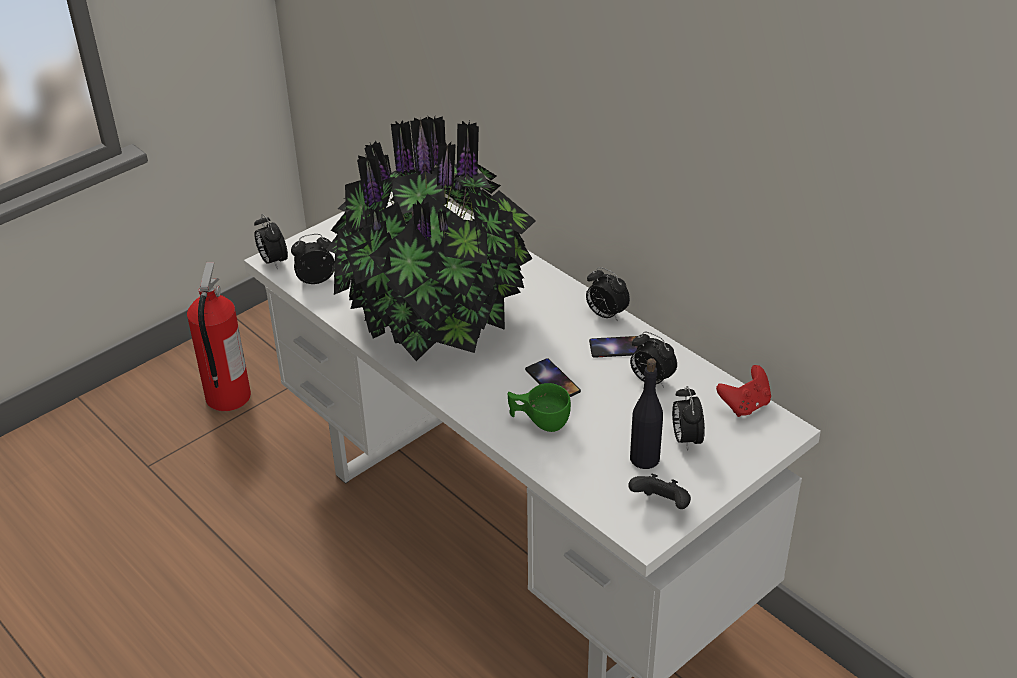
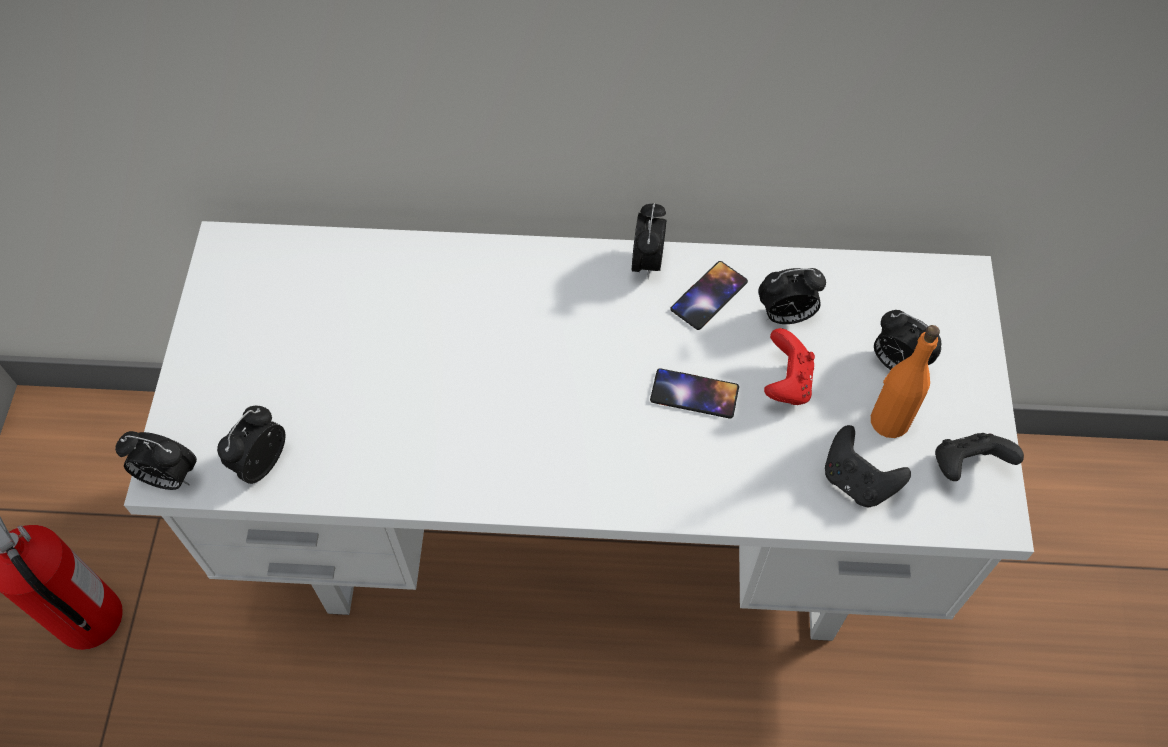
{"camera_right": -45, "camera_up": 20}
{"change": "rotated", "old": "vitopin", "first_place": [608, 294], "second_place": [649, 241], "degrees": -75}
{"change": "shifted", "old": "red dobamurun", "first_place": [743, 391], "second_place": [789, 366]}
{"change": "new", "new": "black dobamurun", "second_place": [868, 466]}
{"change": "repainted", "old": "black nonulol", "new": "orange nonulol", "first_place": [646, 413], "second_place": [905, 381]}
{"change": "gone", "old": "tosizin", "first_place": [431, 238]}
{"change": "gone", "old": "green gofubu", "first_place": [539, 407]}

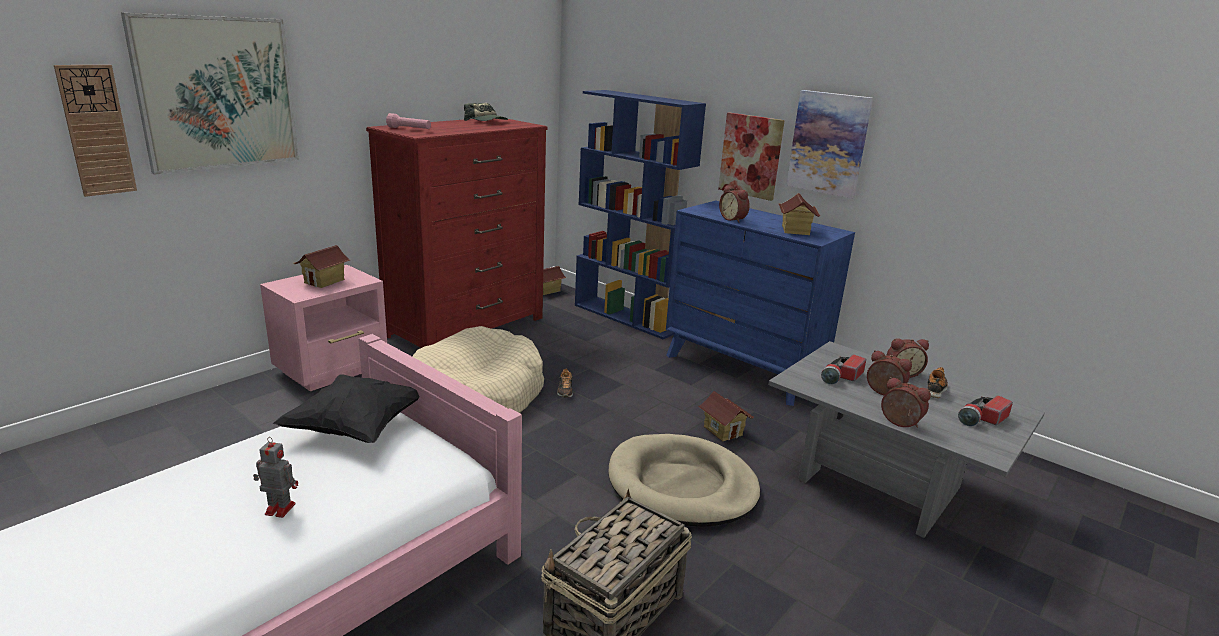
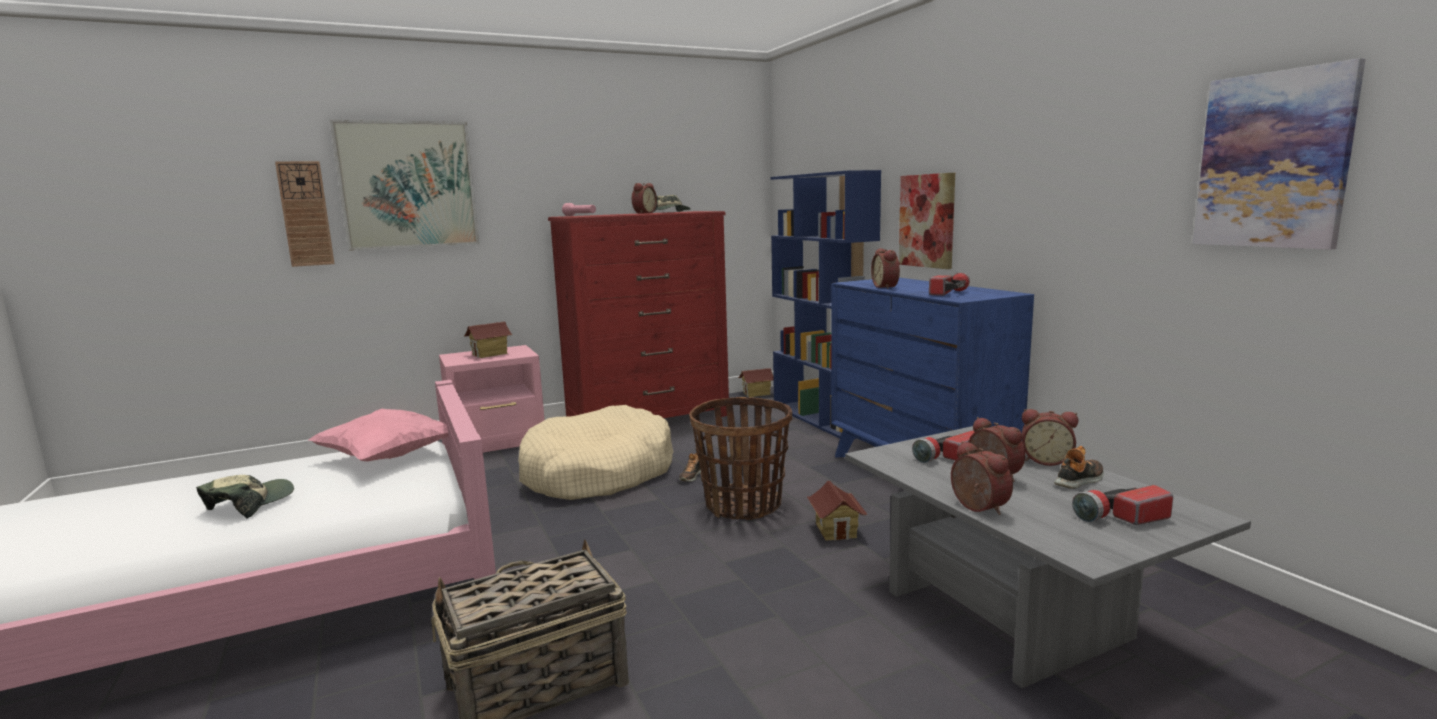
{"camera_right": 25, "camera_up": -10}
{"change": "swapped", "old": "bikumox", "new": "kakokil", "first_place": [275, 477], "second_place": [245, 497]}
{"change": "repainted", "old": "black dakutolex", "new": "pink dakutolex", "first_place": [346, 408], "second_place": [378, 435]}
{"change": "new", "new": "vitopin", "second_place": [644, 198]}
{"change": "new", "new": "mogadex", "second_place": [740, 458]}
{"change": "swapped", "old": "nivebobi", "new": "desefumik", "first_place": [799, 214], "second_place": [949, 284]}
{"change": "shifted", "old": "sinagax", "first_place": [829, 144], "second_place": [1279, 154]}
{"change": "gone", "old": "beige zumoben", "first_place": [684, 480]}

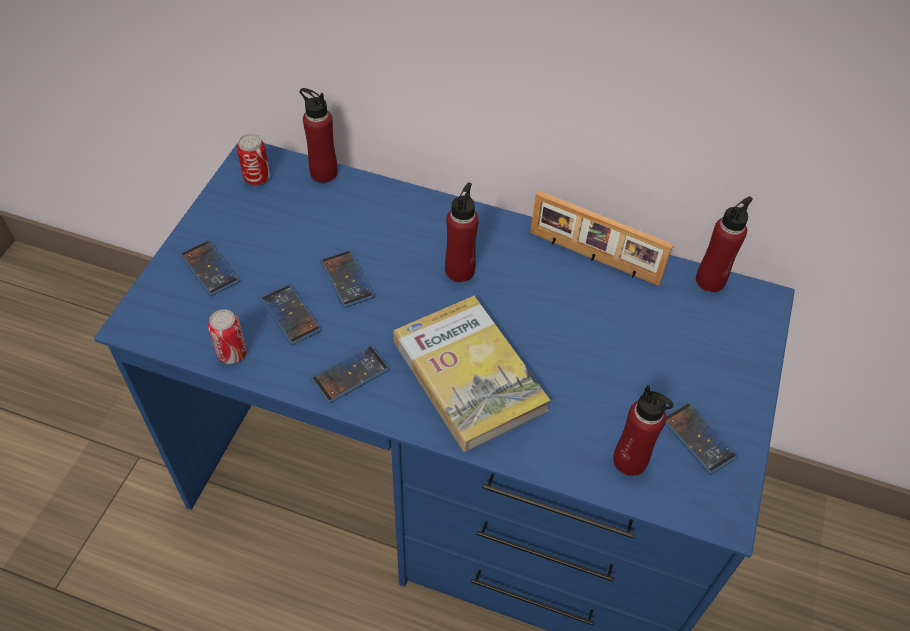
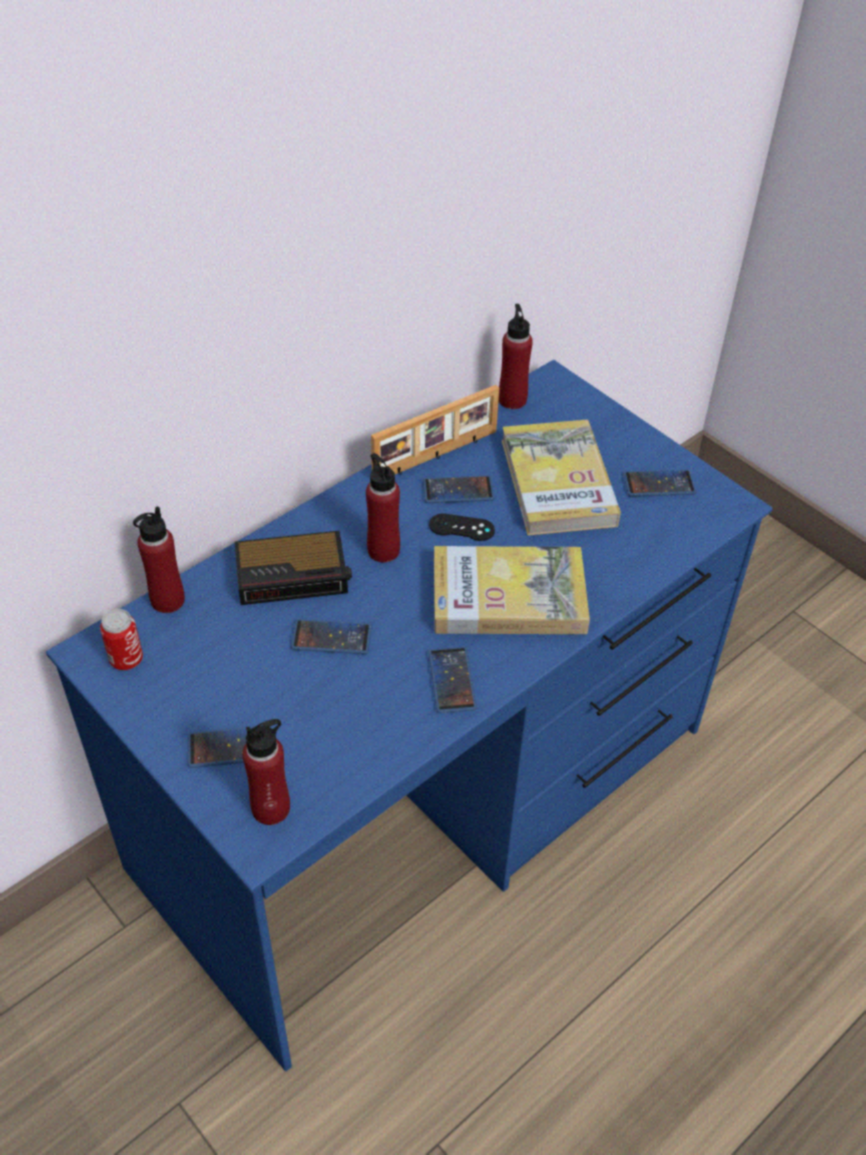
{"camera_right": -60, "camera_up": -5}
{"change": "new", "new": "vitopin", "second_place": [293, 567]}
{"change": "shifted", "old": "red nonulol", "first_place": [643, 430], "second_place": [266, 772]}
{"change": "shifted", "old": "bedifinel", "first_place": [291, 314], "second_place": [459, 489]}
{"change": "new", "new": "black dobamurun", "second_place": [462, 527]}
{"change": "new", "new": "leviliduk", "second_place": [561, 478]}
{"change": "gone", "old": "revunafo", "first_place": [227, 336]}

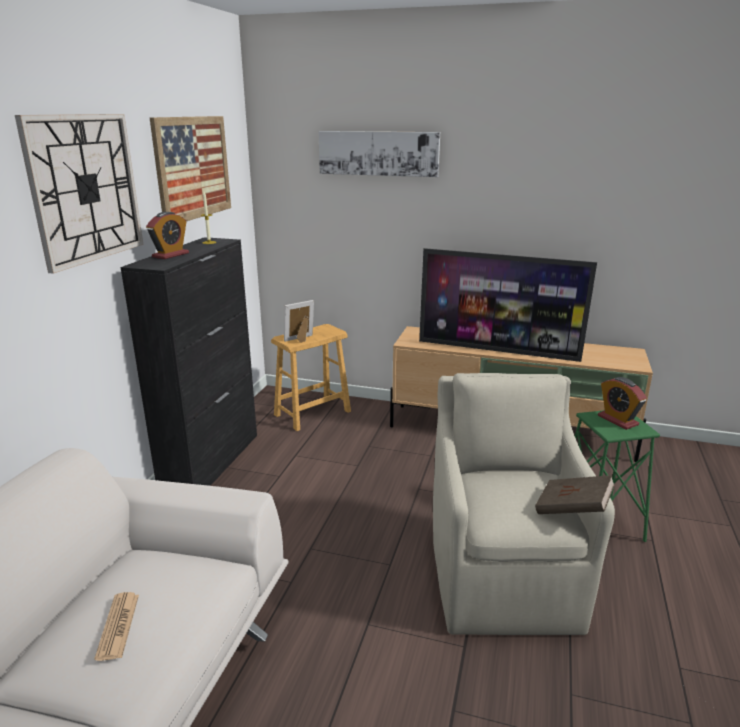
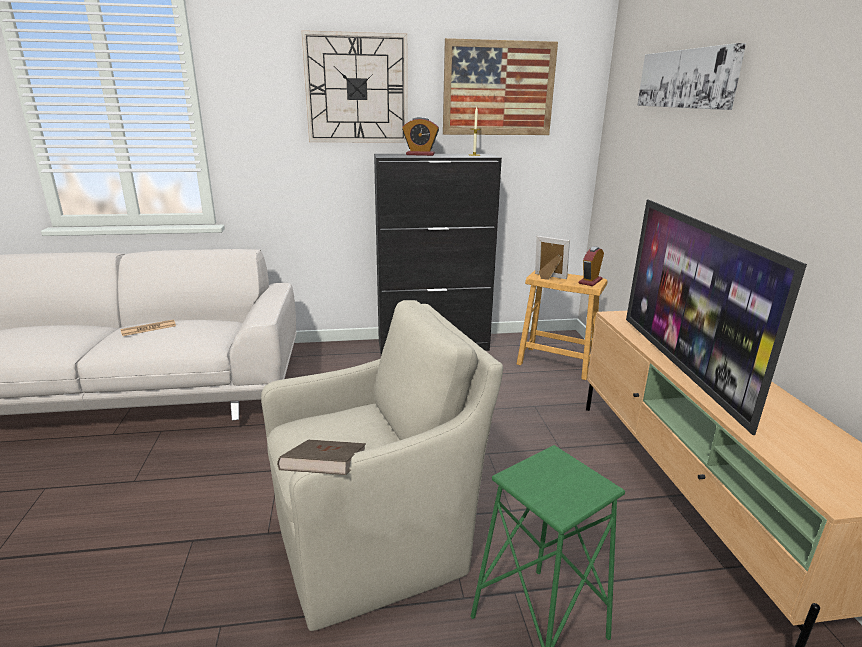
{"camera_right": 65, "camera_up": 0}
{"change": "shifted", "old": "vitopin", "first_place": [622, 403], "second_place": [591, 266]}

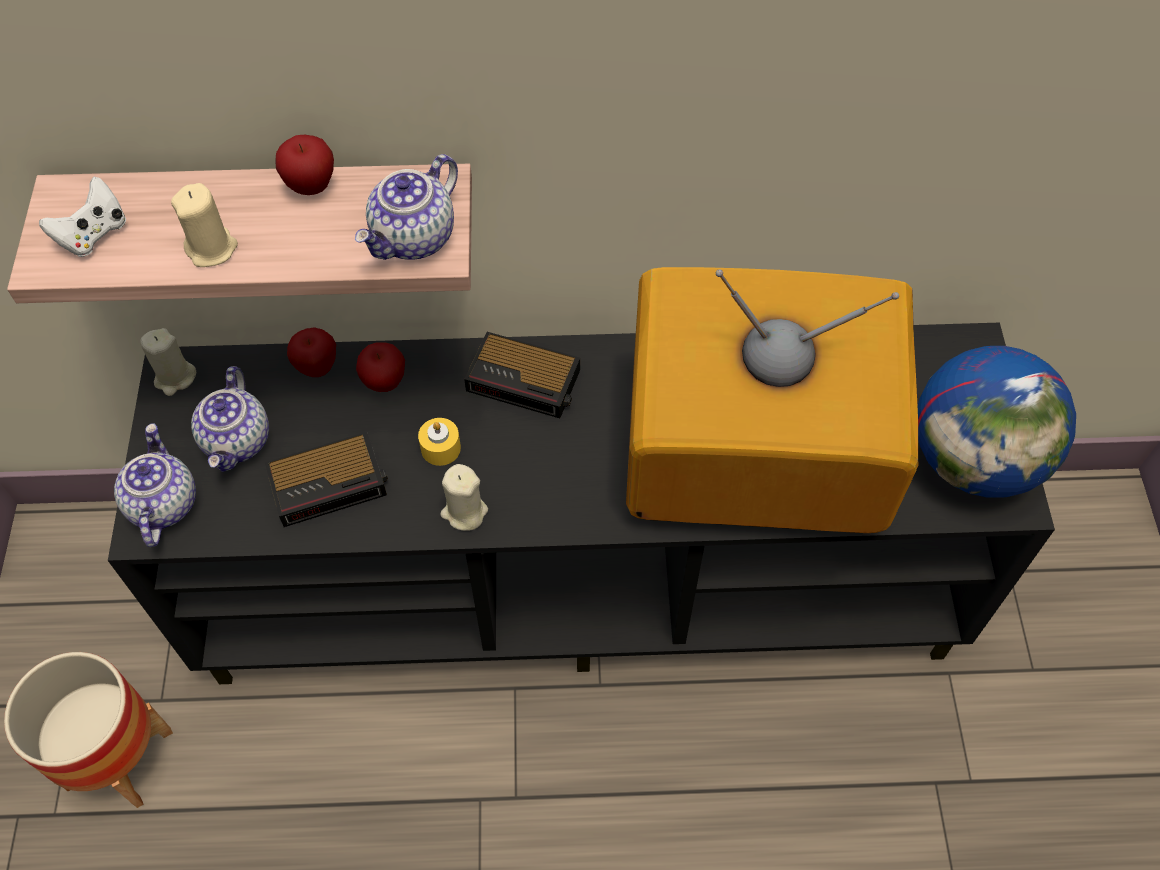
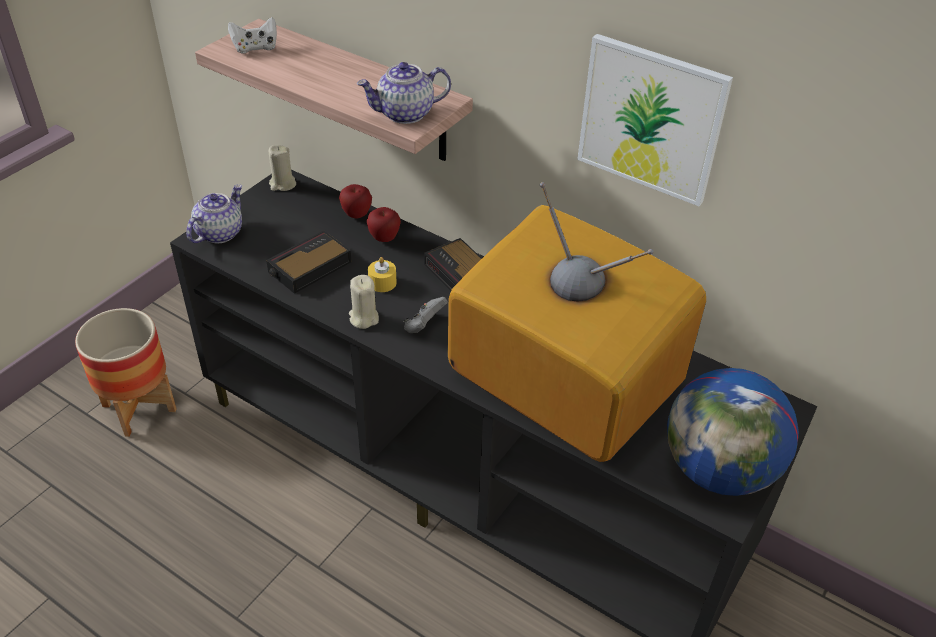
{"camera_right": 35, "camera_up": -15}
{"change": "rotated", "old": "vitopin", "first_place": [326, 479], "second_place": [309, 262], "degrees": 120}
{"change": "new", "new": "grey dobamurun", "second_place": [426, 315]}
{"change": "new", "new": "sinagax", "second_place": [655, 120]}
{"change": "gone", "old": "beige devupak", "first_place": [204, 225]}
{"change": "gone", "old": "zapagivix", "first_place": [230, 419]}
{"change": "gone", "old": "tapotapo", "first_place": [304, 165]}

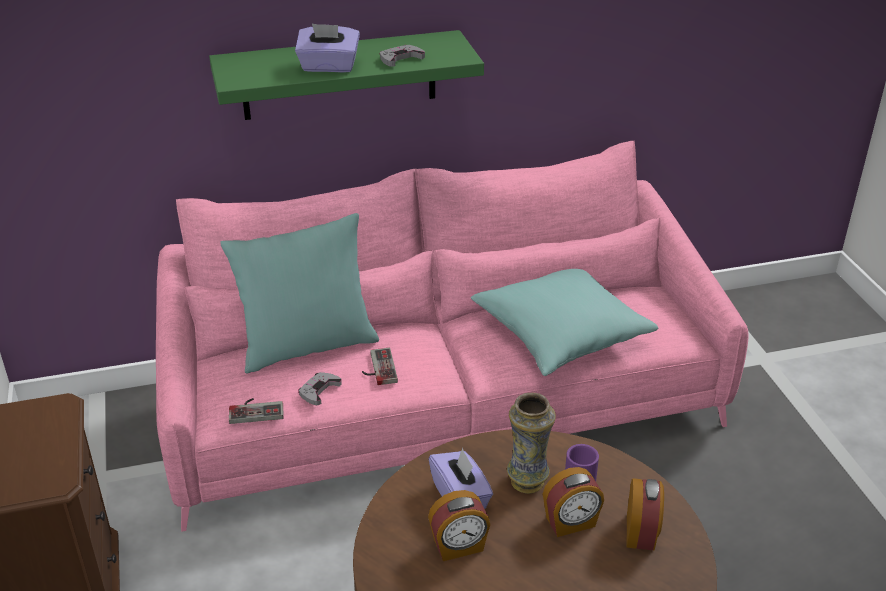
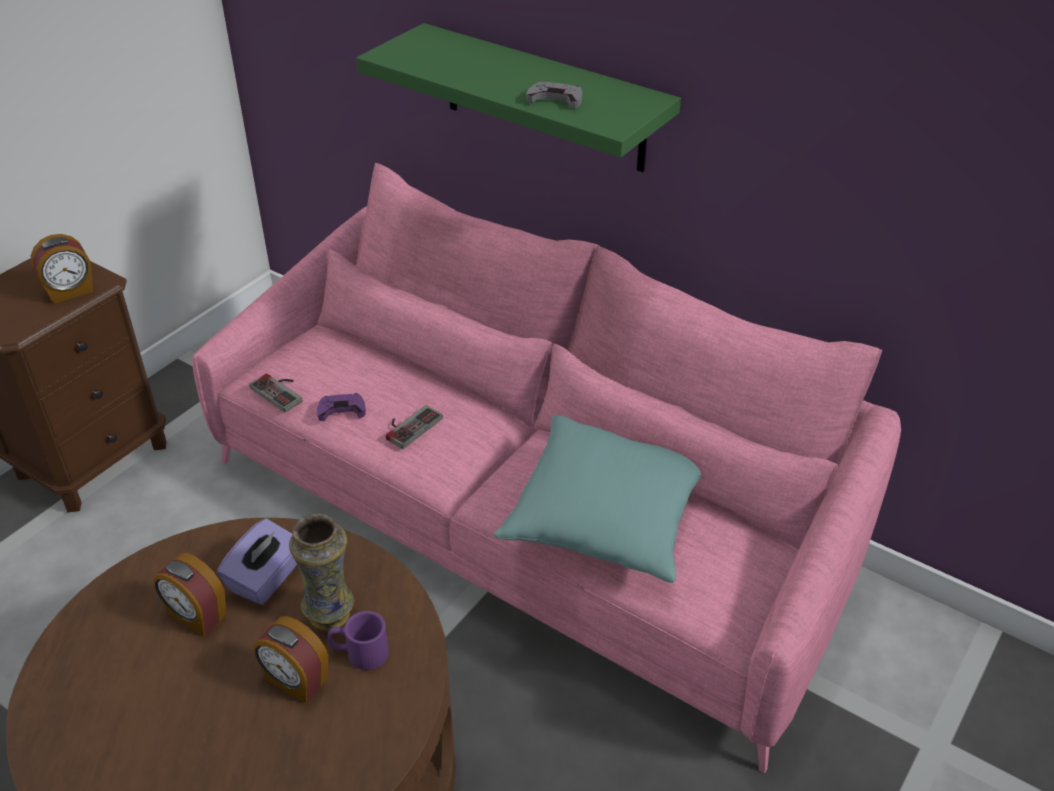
{"camera_right": 50, "camera_up": 5}
{"change": "shifted", "old": "vitopin", "first_place": [645, 514], "second_place": [62, 269]}
{"change": "repainted", "old": "grey dobamurun", "new": "purple dobamurun", "first_place": [320, 388], "second_place": [341, 407]}
{"change": "gone", "old": "turquoise dakutolex", "first_place": [299, 293]}
{"change": "gone", "old": "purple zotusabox", "first_place": [327, 48]}

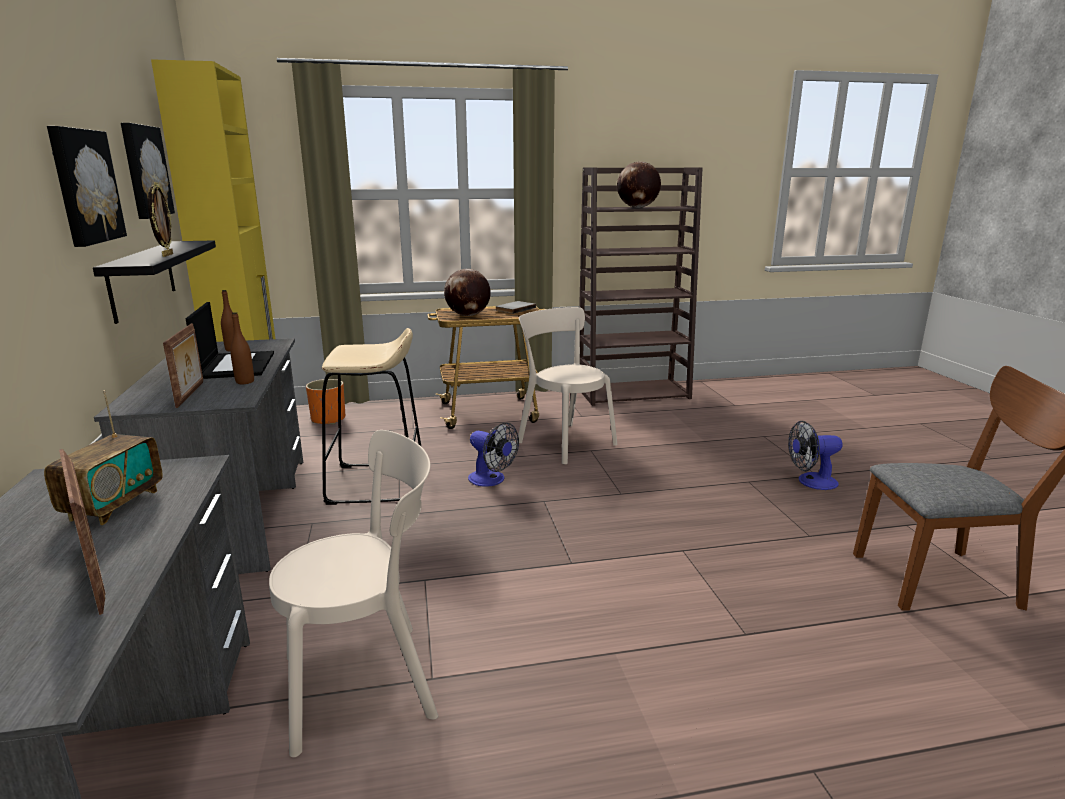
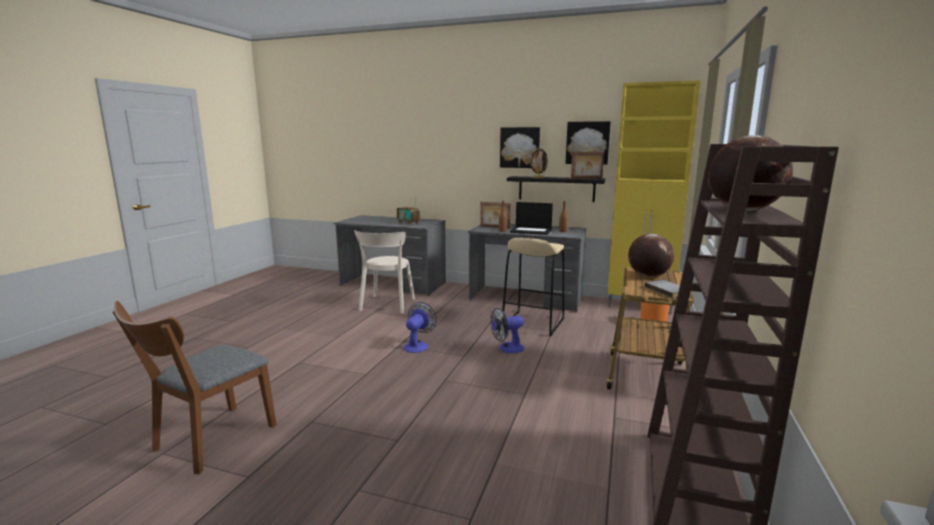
{"camera_right": 120, "camera_up": -5}
{"change": "shifted", "old": "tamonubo", "first_place": [815, 455], "second_place": [420, 327]}
{"change": "shifted", "old": "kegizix", "first_place": [82, 532], "second_place": [587, 165]}
{"change": "gone", "old": "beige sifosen", "first_place": [567, 386]}

